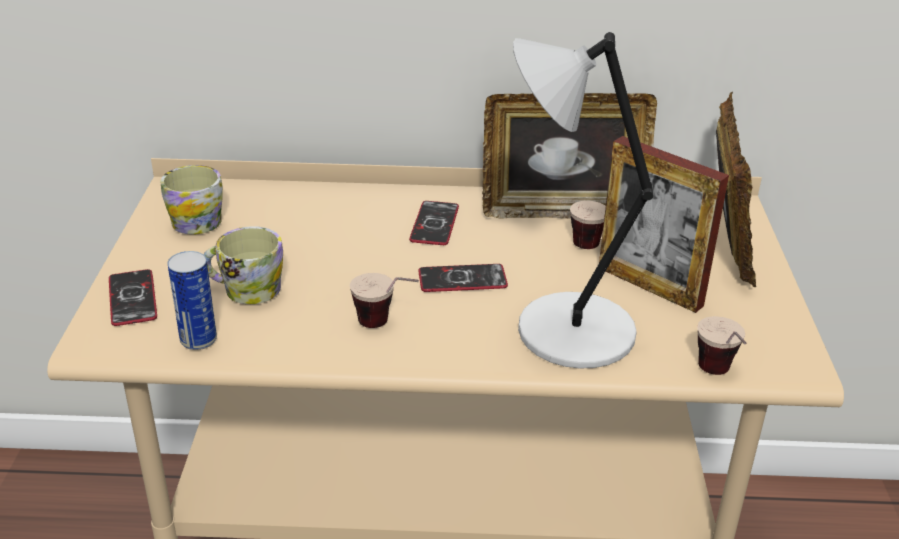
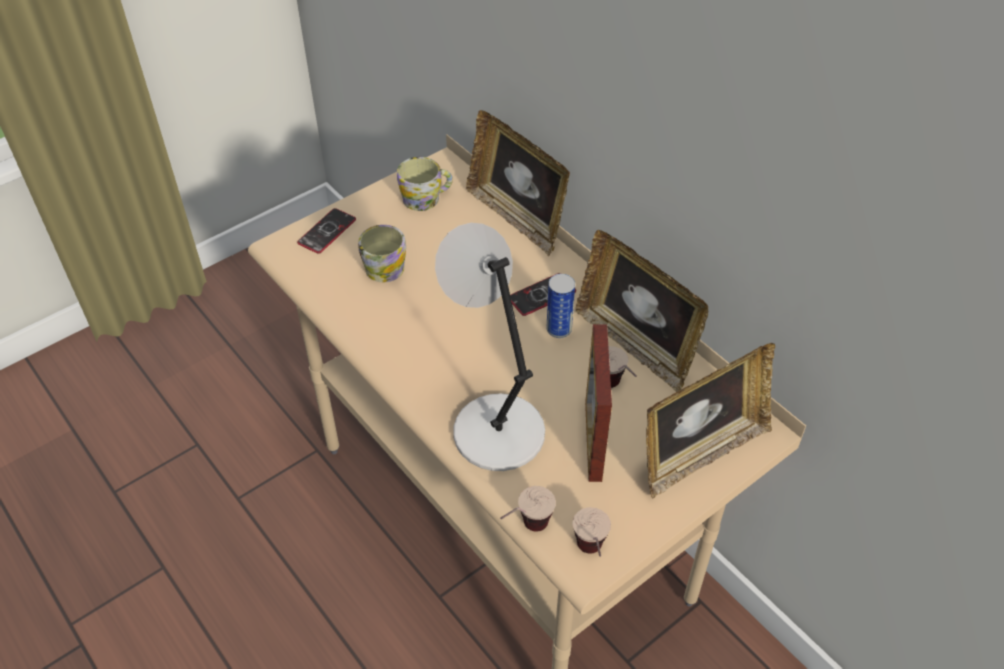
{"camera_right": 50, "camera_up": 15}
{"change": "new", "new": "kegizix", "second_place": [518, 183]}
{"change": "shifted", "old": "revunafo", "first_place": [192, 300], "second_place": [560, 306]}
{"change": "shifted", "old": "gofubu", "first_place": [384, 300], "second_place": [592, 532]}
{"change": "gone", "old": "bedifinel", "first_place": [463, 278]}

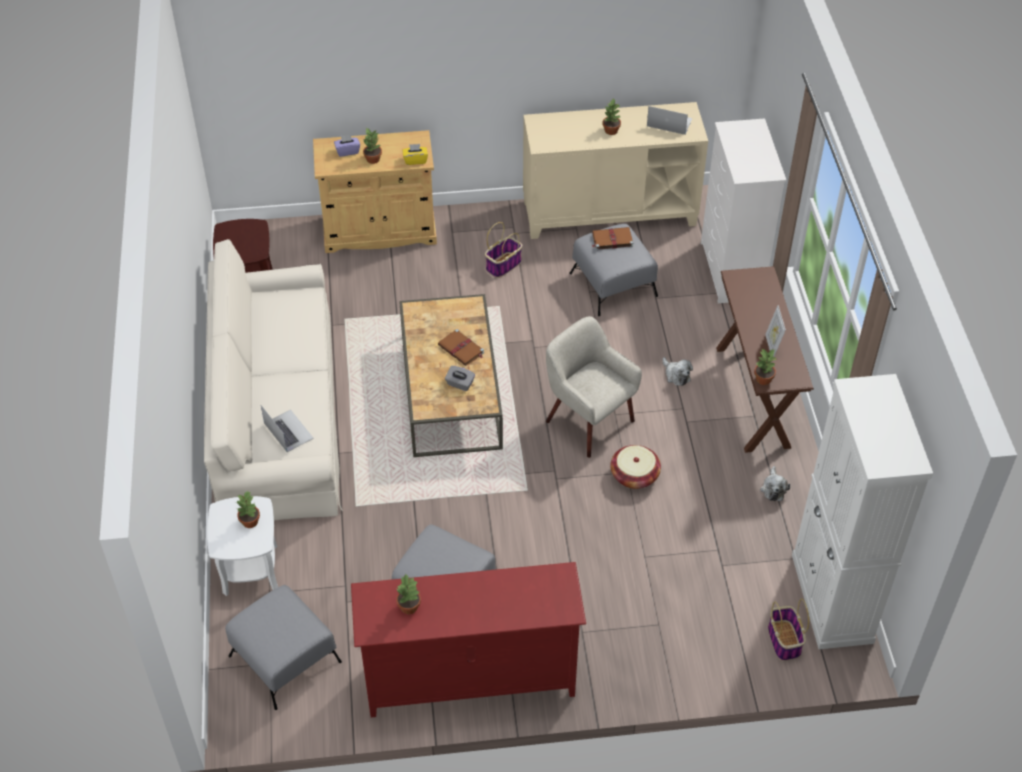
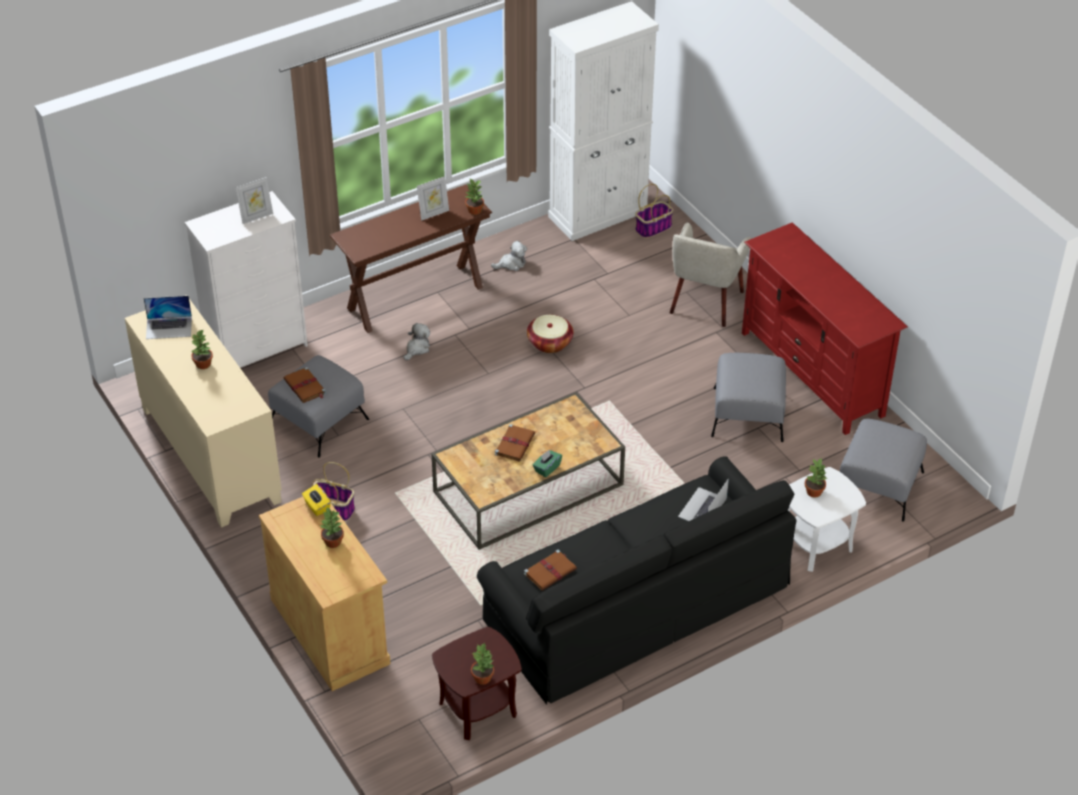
{"camera_right": -115, "camera_up": -5}
{"change": "rotated", "old": "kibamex", "first_place": [669, 120], "second_place": [168, 317], "degrees": -90}
{"change": "new", "new": "kegizix", "second_place": [254, 200]}
{"change": "shifted", "old": "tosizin", "first_place": [408, 594], "second_place": [482, 663]}
{"change": "repainted", "old": "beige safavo", "new": "black safavo", "first_place": [273, 380], "second_place": [636, 580]}
{"change": "new", "new": "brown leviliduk", "second_place": [550, 570]}
{"change": "new", "new": "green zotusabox", "second_place": [547, 463]}
{"change": "shifted", "old": "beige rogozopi", "first_place": [594, 387], "second_place": [710, 274]}
{"change": "gone", "old": "purple zotusabox", "first_place": [347, 146]}
{"change": "gone", "old": "grey zotusabox", "first_place": [460, 378]}

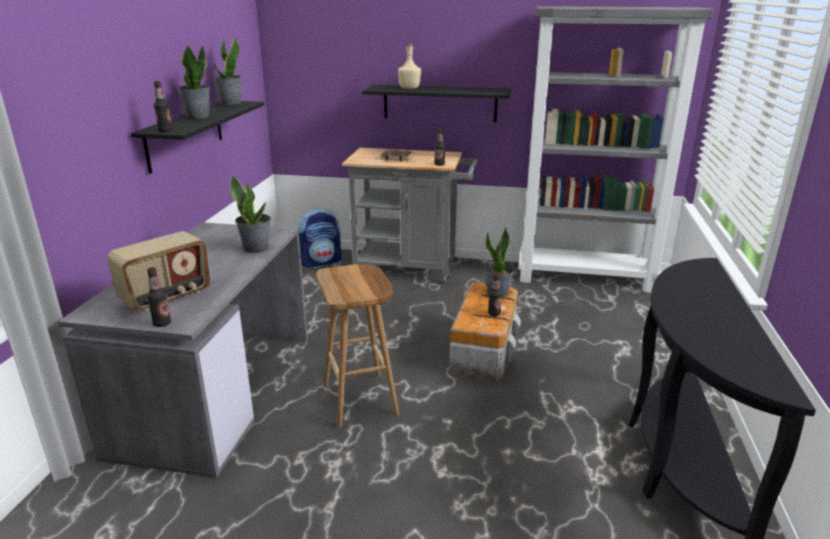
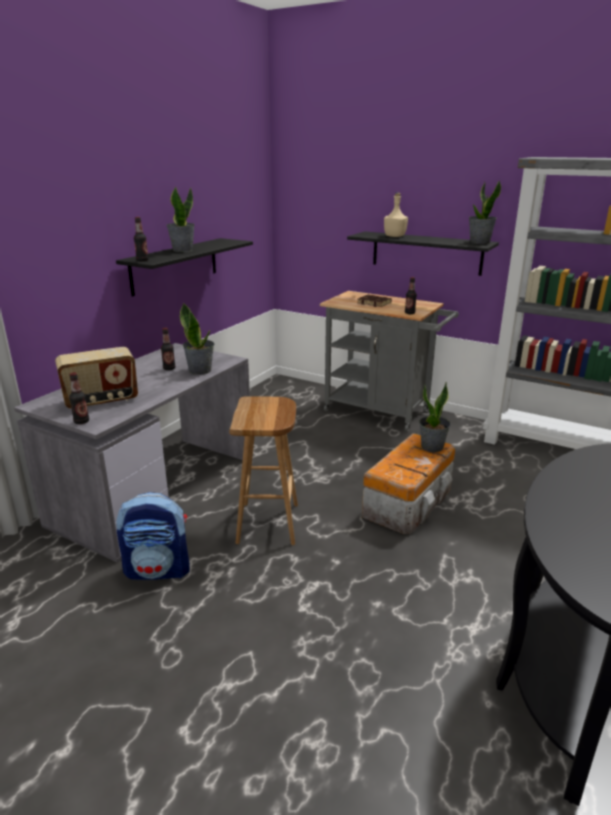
{"camera_right": 20, "camera_up": 0}
{"change": "shifted", "old": "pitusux", "first_place": [320, 237], "second_place": [153, 536]}
{"change": "shifted", "old": "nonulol", "first_place": [495, 294], "second_place": [168, 349]}
{"change": "shifted", "old": "tosizin", "first_place": [227, 71], "second_place": [485, 212]}

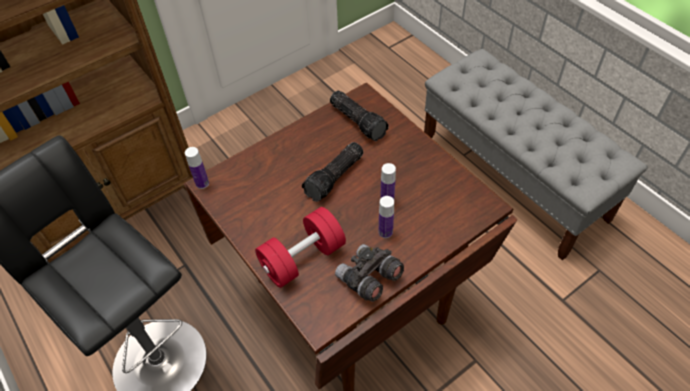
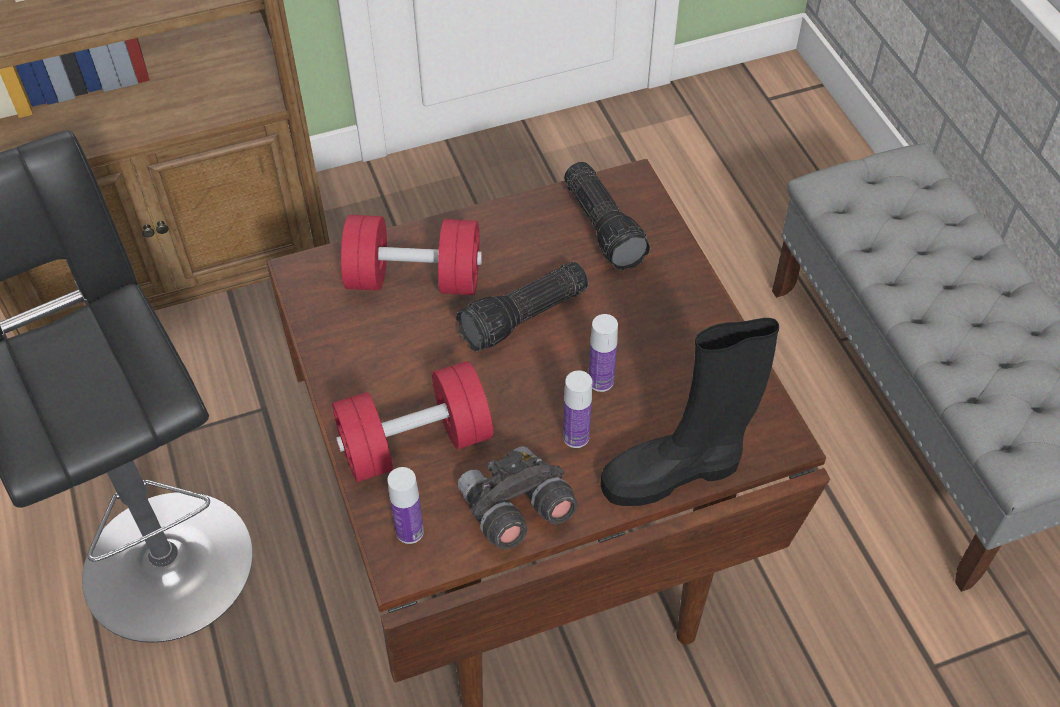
{"camera_right": 15, "camera_up": 0}
{"change": "new", "new": "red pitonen", "second_place": [411, 255]}
{"change": "shifted", "old": "nonulol", "first_place": [197, 168], "second_place": [405, 505]}
{"change": "new", "new": "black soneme", "second_place": [690, 412]}

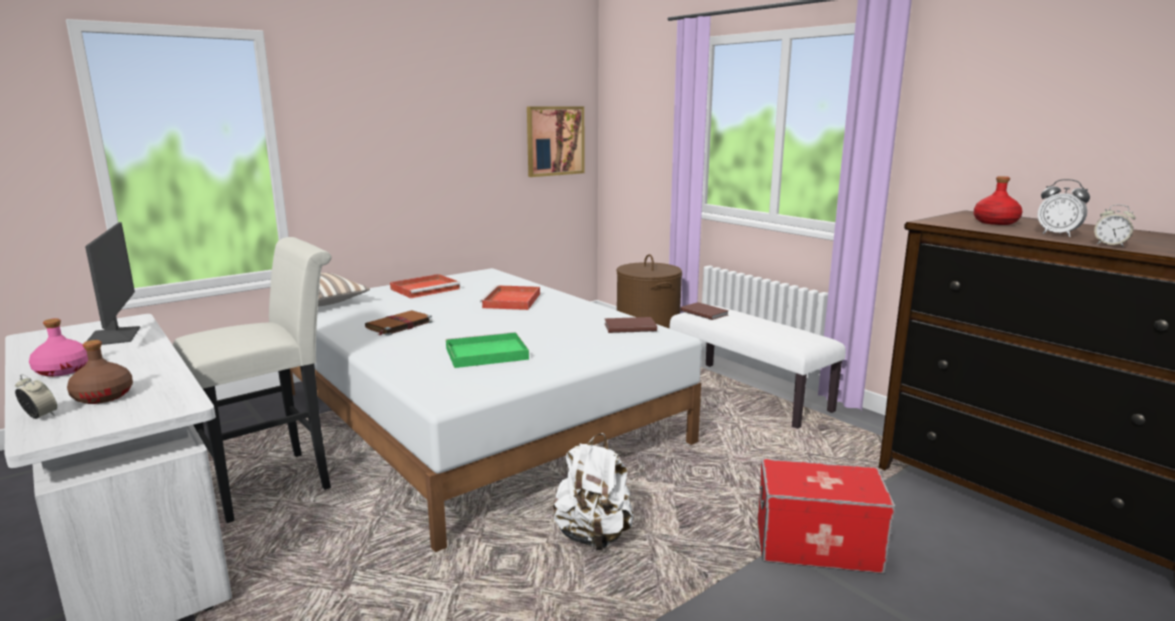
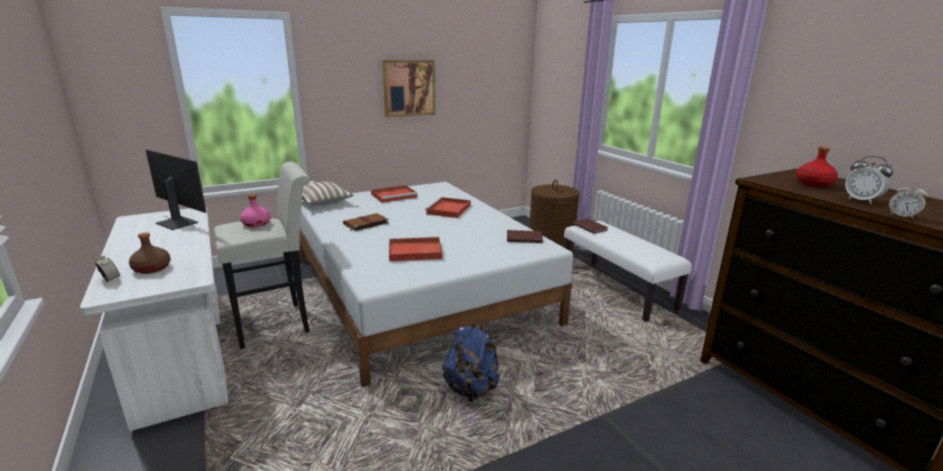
{"camera_right": 10, "camera_up": 5}
{"change": "rotated", "old": "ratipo", "first_place": [112, 283], "second_place": [176, 190], "degrees": -45}
{"change": "shifted", "old": "pink nonulol", "first_place": [58, 347], "second_place": [255, 210]}
{"change": "shifted", "old": "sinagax", "first_place": [555, 141], "second_place": [408, 88]}
{"change": "repainted", "old": "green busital", "new": "red busital", "first_place": [487, 350], "second_place": [415, 249]}
{"change": "repainted", "old": "white pitusux", "new": "blue pitusux", "first_place": [593, 491], "second_place": [471, 360]}
{"change": "gone", "old": "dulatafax", "first_place": [827, 516]}

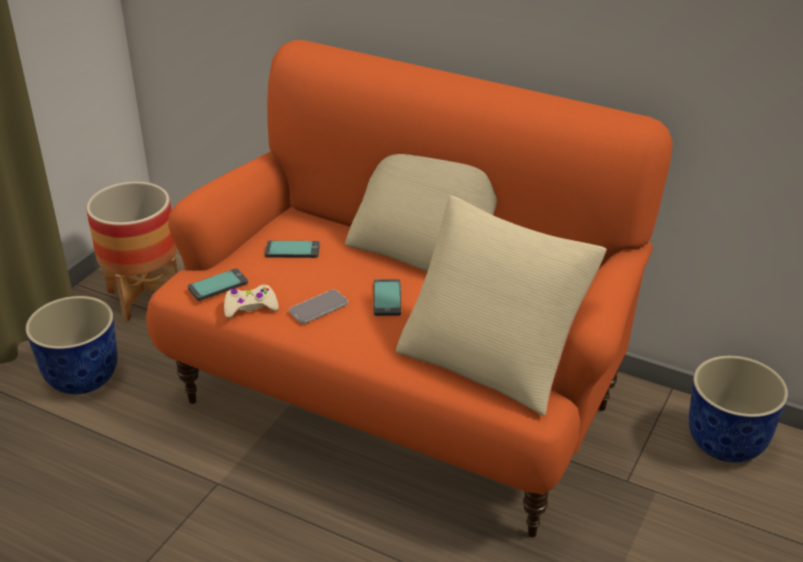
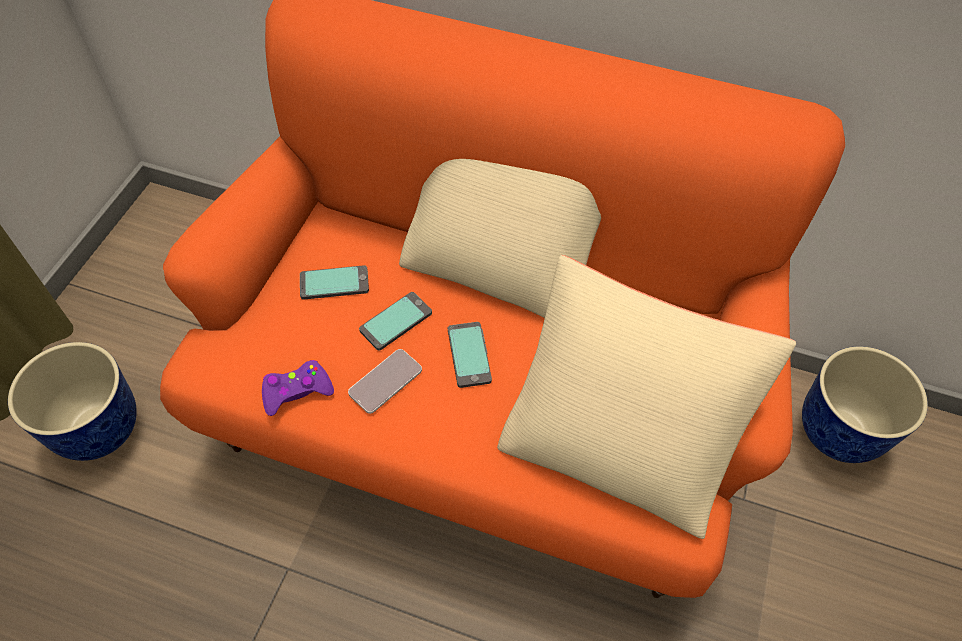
{"camera_right": -10, "camera_up": 20}
{"change": "repainted", "old": "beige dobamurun", "new": "purple dobamurun", "first_place": [251, 301], "second_place": [298, 388]}
{"change": "shifted", "old": "bedifinel", "first_place": [218, 284], "second_place": [395, 321]}
{"change": "gone", "old": "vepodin", "first_place": [132, 252]}

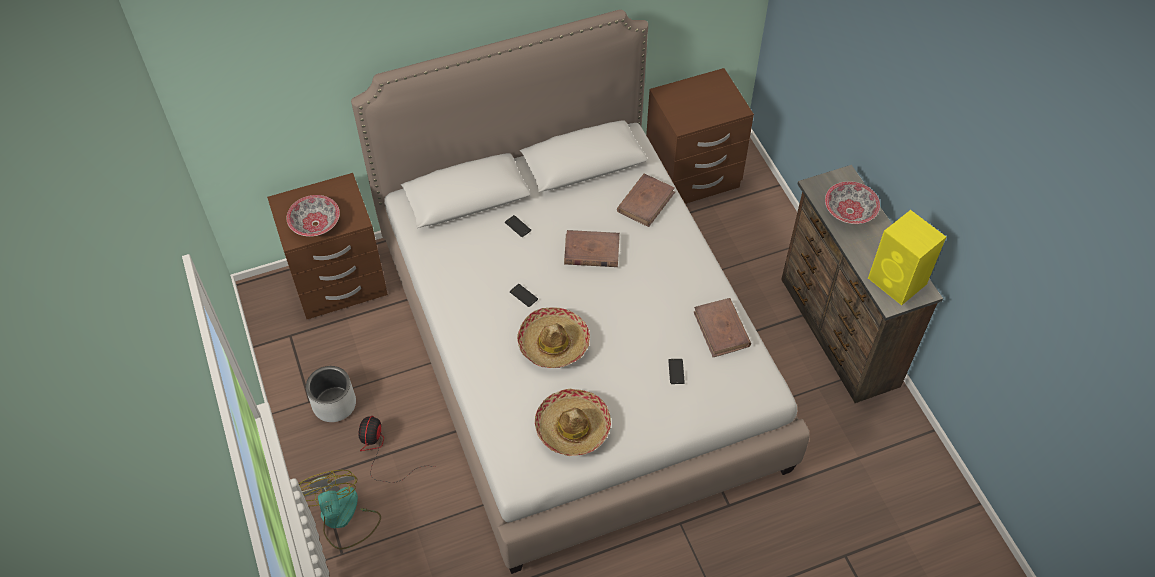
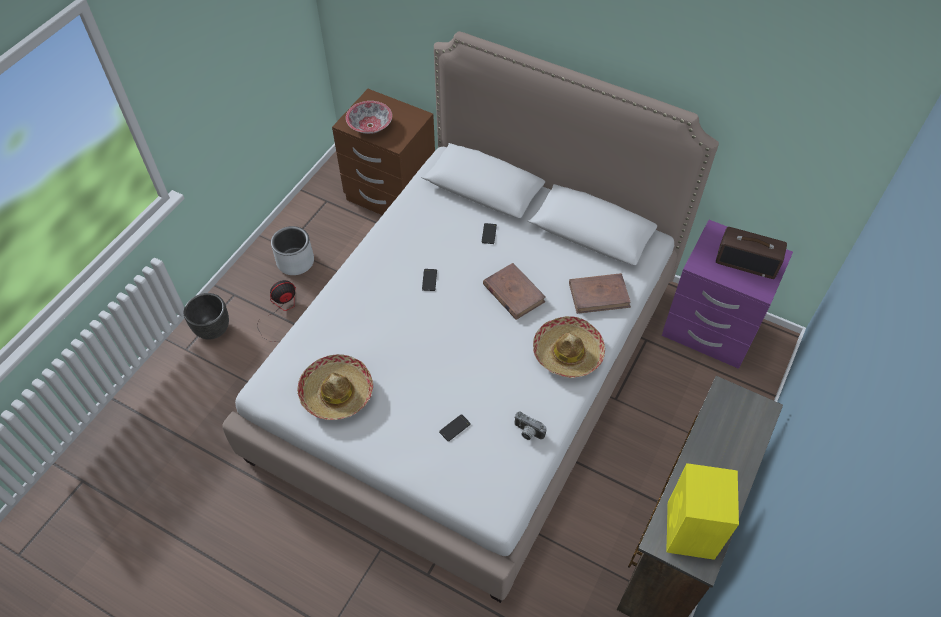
{"camera_right": 50, "camera_up": 0}
{"change": "swapped", "old": "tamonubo", "new": "black vepodin", "first_place": [339, 510], "second_place": [206, 316]}
{"change": "swapped", "old": "brown leviliduk", "new": "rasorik", "first_place": [722, 327], "second_place": [530, 425]}
{"change": "shifted", "old": "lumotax", "first_place": [553, 337], "second_place": [569, 347]}
{"change": "repainted", "old": "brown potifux", "new": "purple potifux", "first_place": [700, 136], "second_place": [727, 294]}
{"change": "new", "new": "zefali", "second_place": [751, 253]}
{"change": "gone", "old": "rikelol", "first_place": [852, 202]}

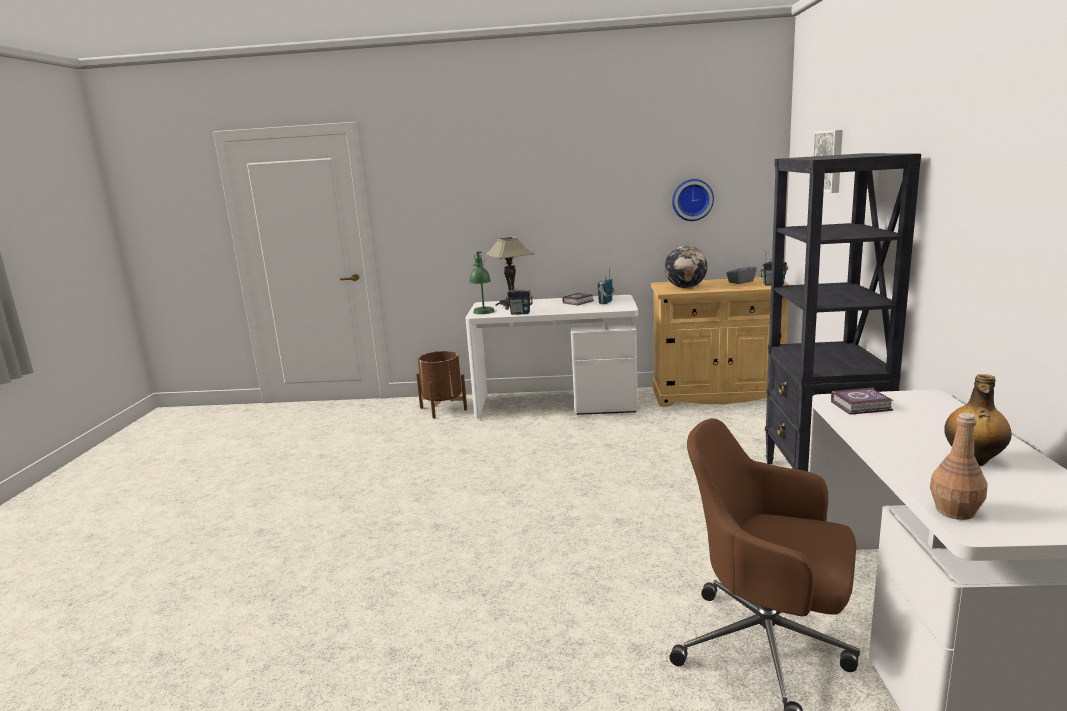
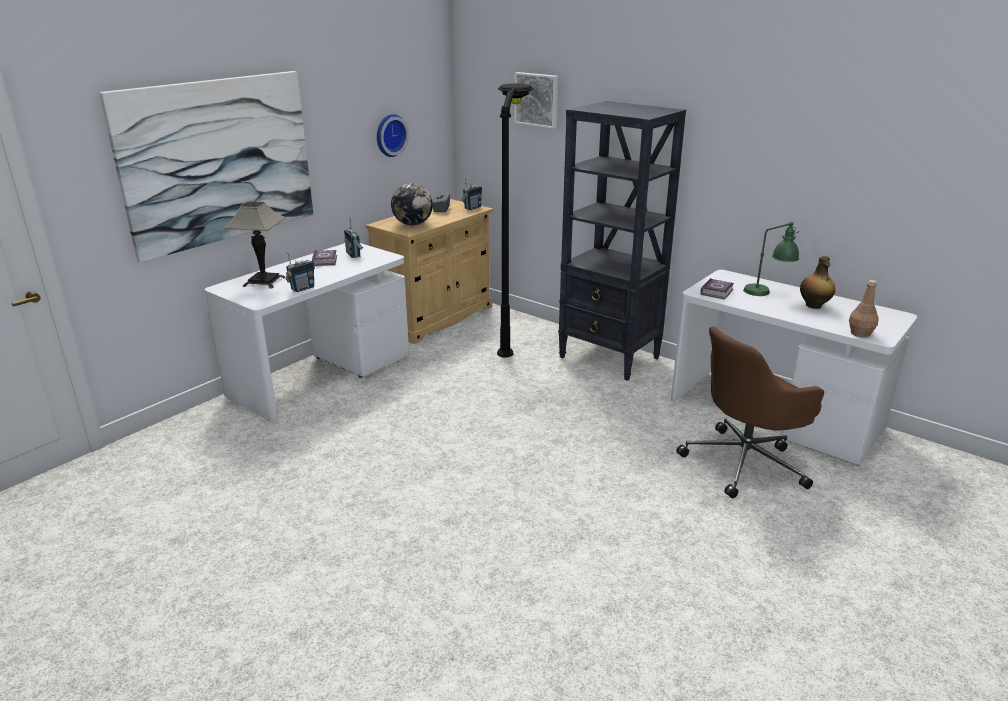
{"camera_right": -55, "camera_up": 10}
{"change": "new", "new": "sinagax", "second_place": [206, 166]}
{"change": "new", "new": "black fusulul", "second_place": [515, 220]}
{"change": "shifted", "old": "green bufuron", "first_place": [481, 282], "second_place": [771, 259]}
{"change": "gone", "old": "brown vepodin", "first_place": [441, 384]}

